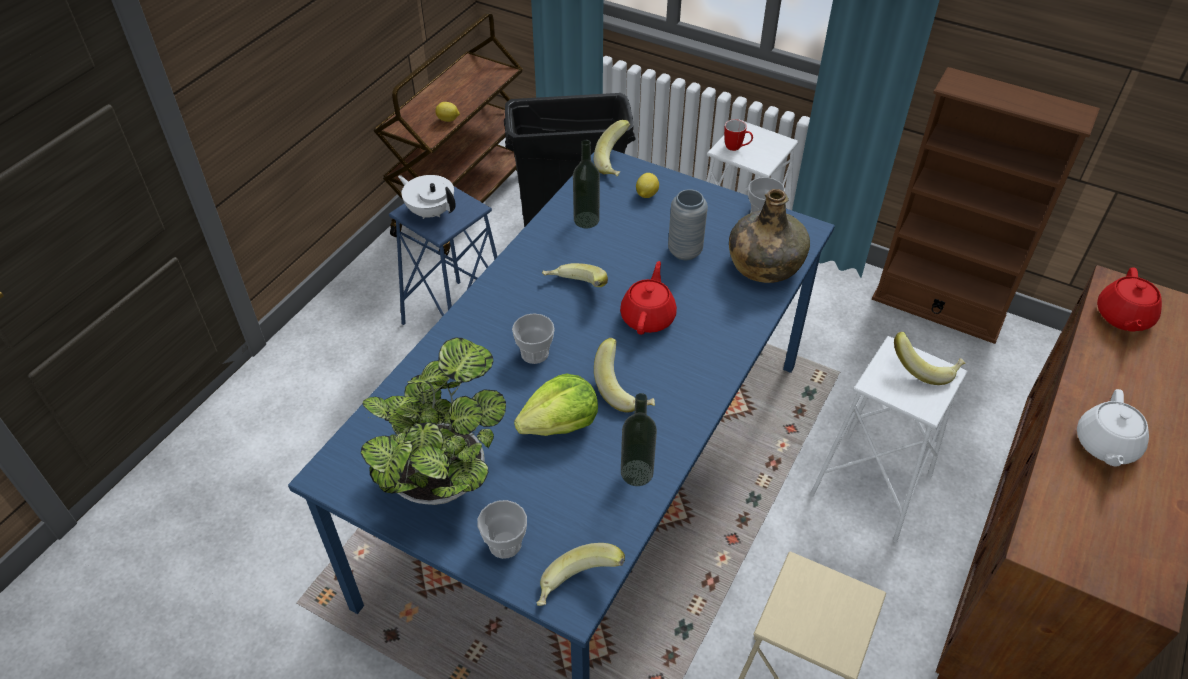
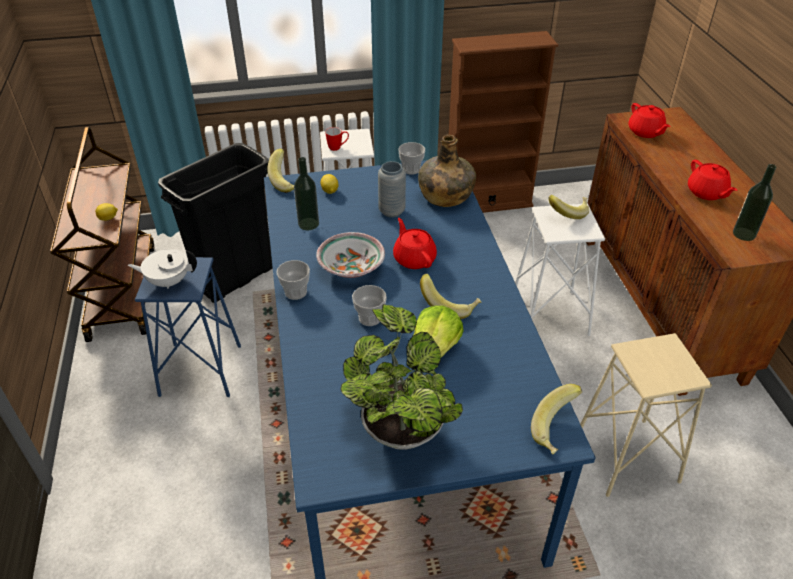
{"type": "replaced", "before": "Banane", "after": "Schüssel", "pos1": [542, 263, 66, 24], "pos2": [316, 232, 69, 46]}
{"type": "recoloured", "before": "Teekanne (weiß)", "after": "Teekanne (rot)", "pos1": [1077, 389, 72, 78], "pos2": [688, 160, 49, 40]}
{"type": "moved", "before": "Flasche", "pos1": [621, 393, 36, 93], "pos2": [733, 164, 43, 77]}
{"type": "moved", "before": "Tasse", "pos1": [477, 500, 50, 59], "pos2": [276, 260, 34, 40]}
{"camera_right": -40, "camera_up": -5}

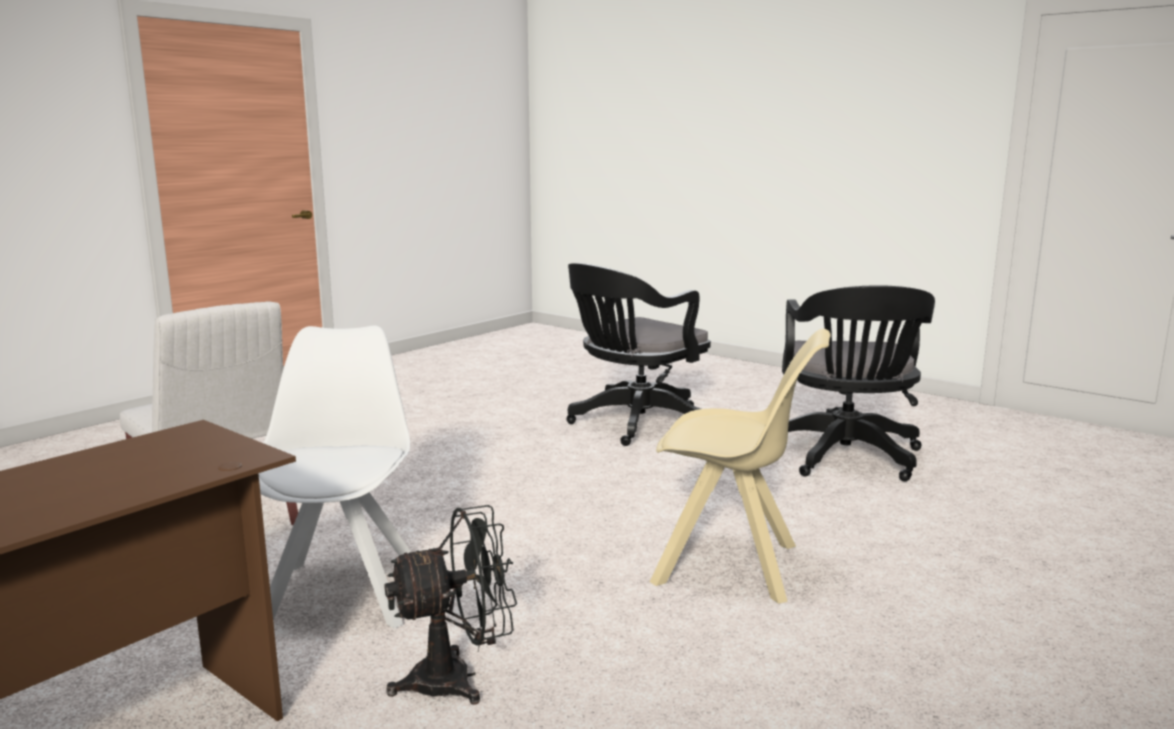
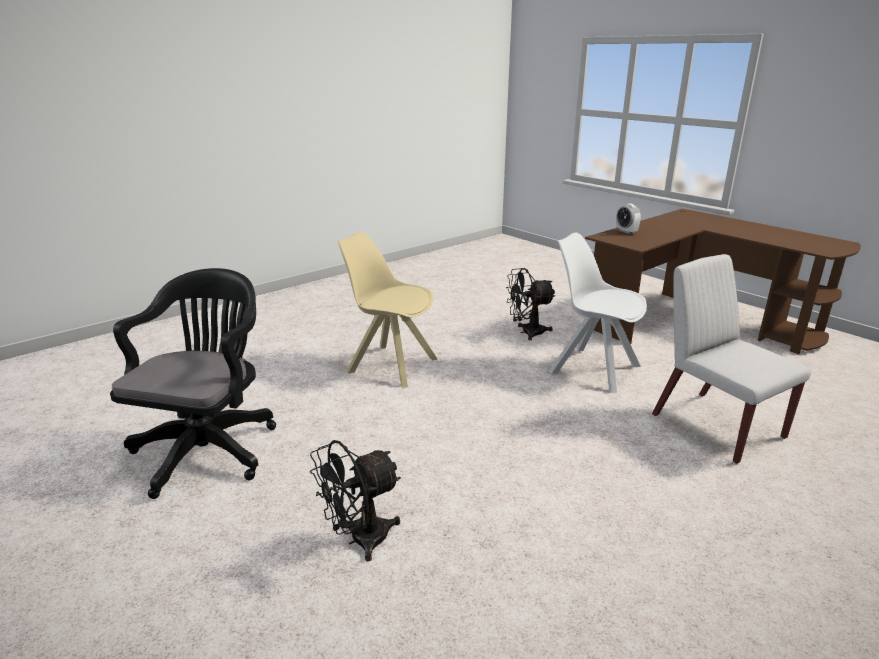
{"type": "replaced", "before": "Bürostuhl (schwarz)", "after": "Ventilator (schwarz)", "pos1": [566, 263, 145, 183], "pos2": [310, 440, 91, 121]}
{"type": "turned", "before": "Stuhl (weiß)", "pos1": [258, 326, 153, 303], "pos2": [549, 233, 98, 160], "turn": 120}
{"type": "added", "after": "Wecker", "pos2": [616, 203, 25, 31]}
{"camera_right": -170, "camera_up": 10}

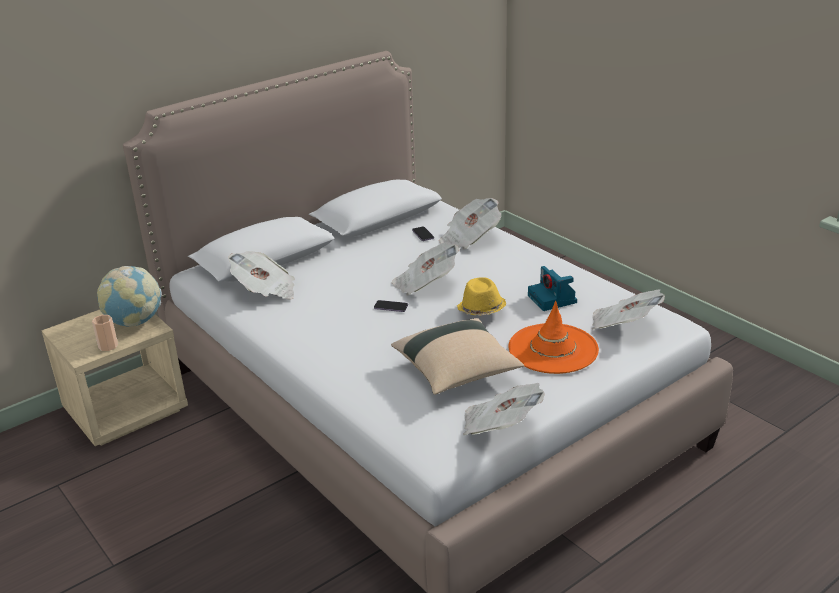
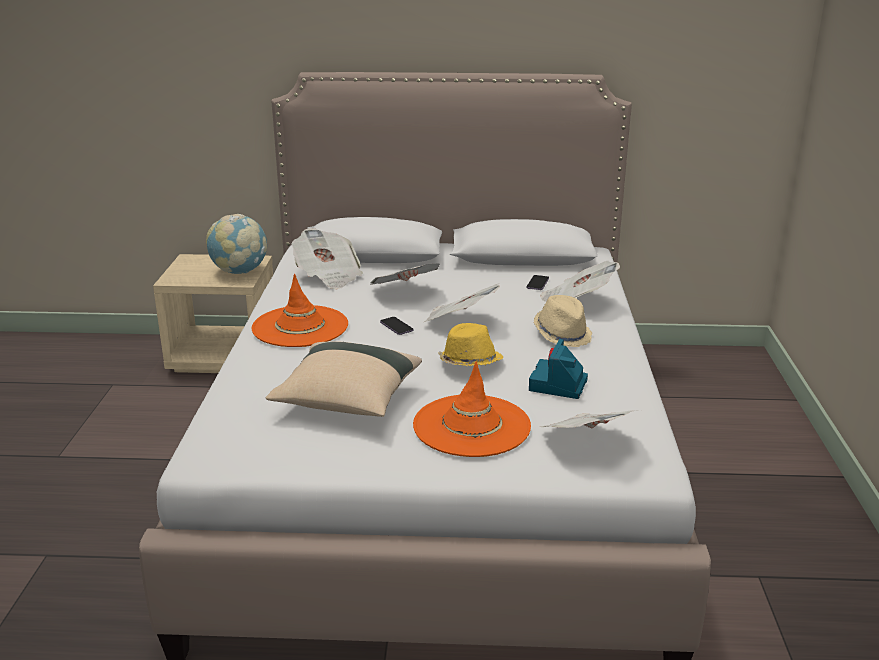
{"type": "removed", "before": "Tasse", "pos1": [92, 315, 26, 36]}
{"type": "moved", "before": "Zeitung", "pos1": [463, 383, 82, 52], "pos2": [370, 264, 70, 21]}
{"type": "added", "after": "Hut (orange)", "pos2": [251, 274, 97, 73]}
{"type": "added", "after": "Hut (beige)", "pos2": [534, 295, 59, 52]}
{"camera_right": 40, "camera_up": -5}

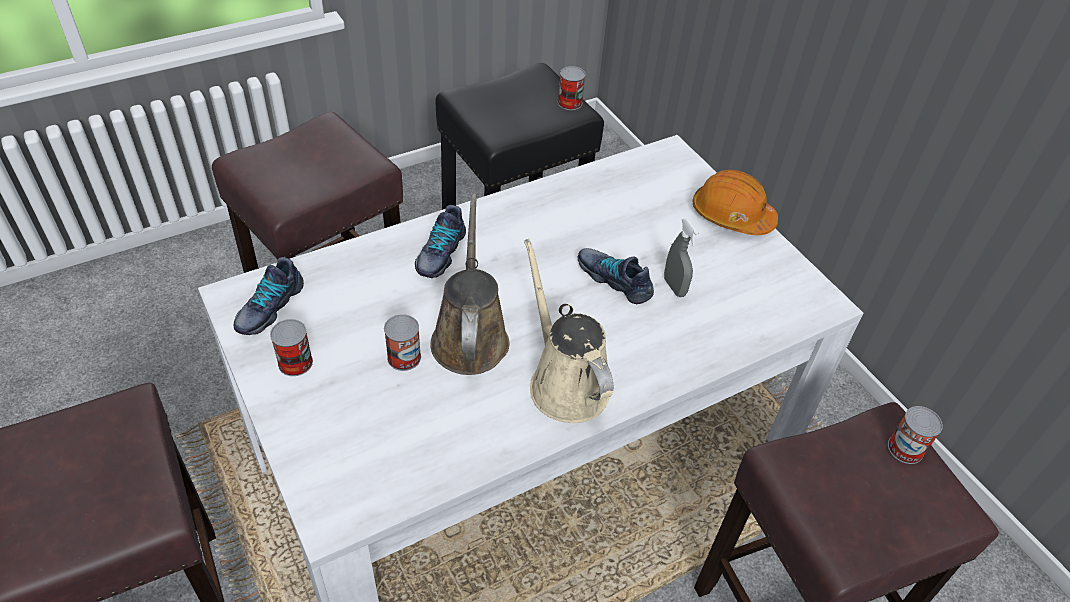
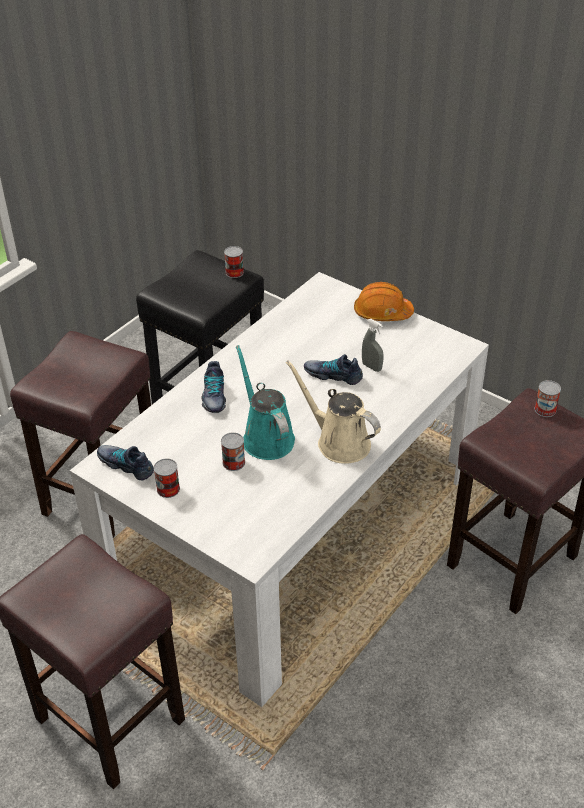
{"type": "recoloured", "before": "Gießkanne (braun)", "after": "Gießkanne (türkis)", "pos1": [430, 194, 80, 181], "pos2": [236, 345, 59, 115]}
{"type": "turned", "before": "Schuh", "pos1": [234, 257, 70, 78], "pos2": [97, 445, 57, 36], "turn": 120}
{"camera_right": -20, "camera_up": -5}

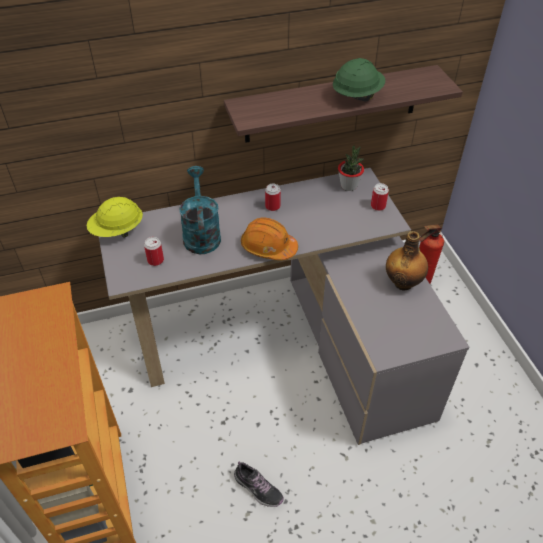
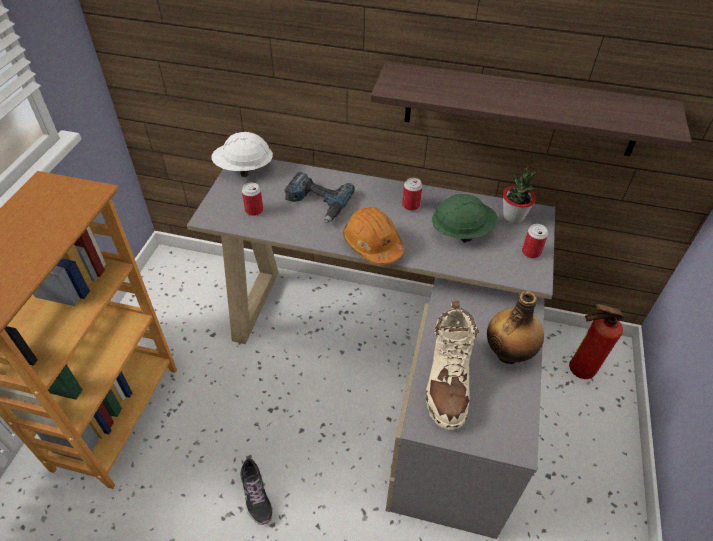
{"type": "moved", "before": "Schutzhelm (grün)", "pos1": [333, 58, 52, 43], "pos2": [432, 194, 66, 49]}
{"type": "replaced", "before": "Gießkanne (türkis)", "after": "Bohrmaschine", "pos1": [180, 166, 41, 88], "pos2": [285, 172, 70, 51]}
{"type": "recoloured", "before": "Schutzhelm (gelb)", "after": "Schutzhelm (weiß)", "pos1": [87, 197, 56, 41], "pos2": [211, 132, 62, 45]}
{"type": "added", "after": "Stiefel (beige)", "pos2": [425, 301, 54, 129]}
{"camera_right": 30, "camera_up": 0}

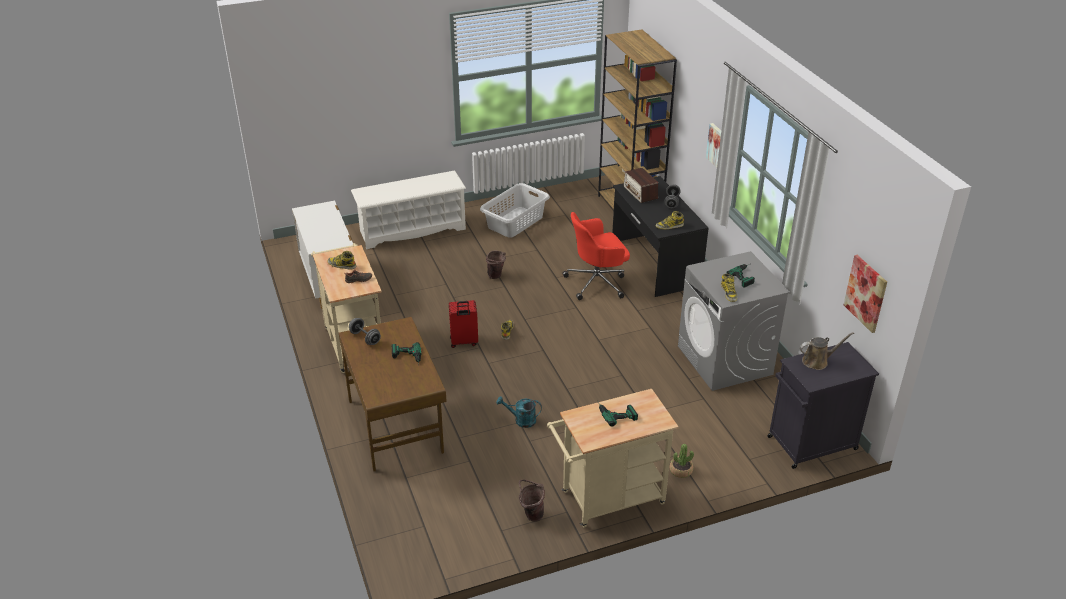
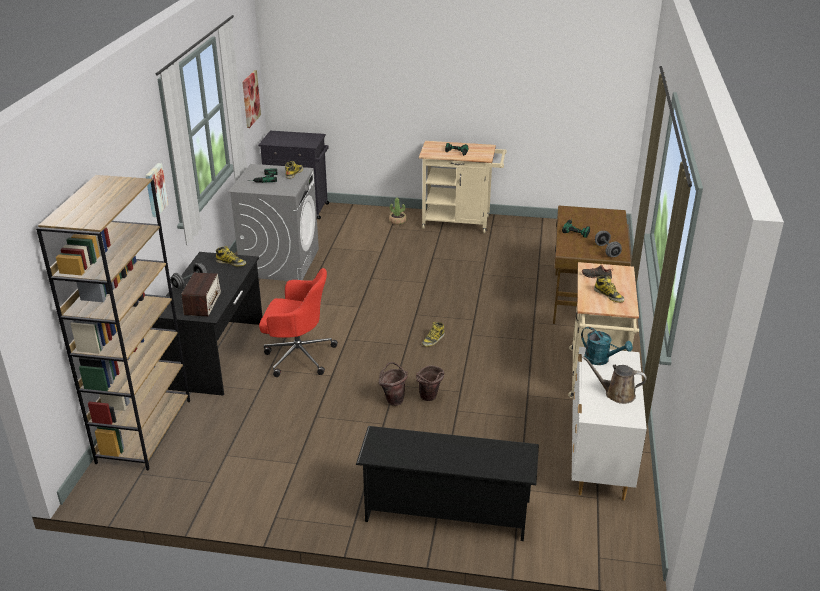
{"type": "recoloured", "before": "Schuhregal (weiß)", "after": "Schuhregal (schwarz)", "pos1": [351, 171, 115, 78], "pos2": [356, 426, 183, 115]}
{"type": "removed", "before": "Wäschekorb (grau)", "pos1": [480, 183, 70, 55]}
{"type": "removed", "before": "Koffer (rot)", "pos1": [449, 300, 29, 48]}
{"type": "moved", "before": "Gießkanne (braun)", "pos1": [800, 332, 54, 38], "pos2": [583, 356, 64, 48]}
{"type": "moved", "before": "Gießkanne (türkis)", "pos1": [496, 396, 46, 32], "pos2": [581, 327, 52, 38]}
{"type": "moved", "before": "Eimer (braun)", "pos1": [519, 479, 26, 43], "pos2": [416, 365, 28, 36]}
{"camera_right": -150, "camera_up": -5}

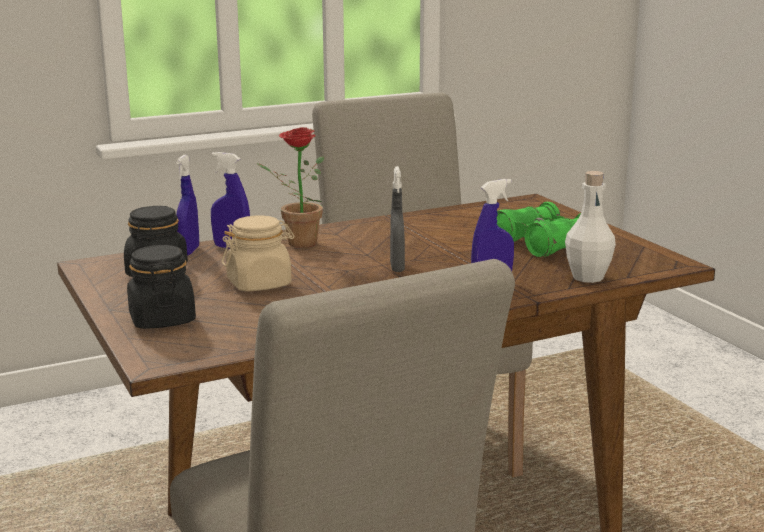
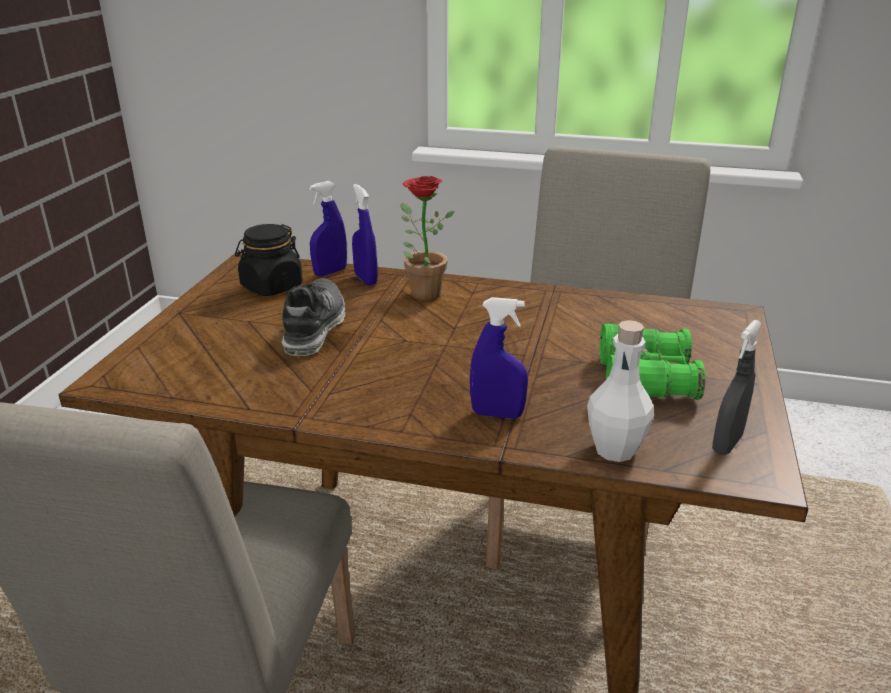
{"type": "moved", "before": "Sprühflasche (grau)", "pos1": [390, 166, 15, 106], "pos2": [712, 320, 50, 135]}
{"type": "replaced", "before": "Vorratsglas (beige)", "after": "Schuh", "pos1": [222, 215, 72, 76], "pos2": [282, 278, 63, 78]}
{"type": "removed", "before": "Vorratsglas (schwarz)", "pos1": [127, 245, 69, 84]}
{"camera_right": 40, "camera_up": 10}

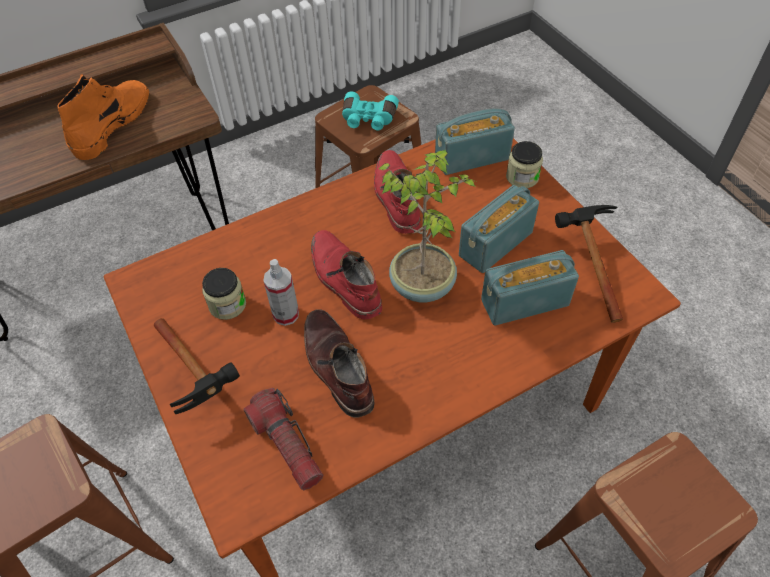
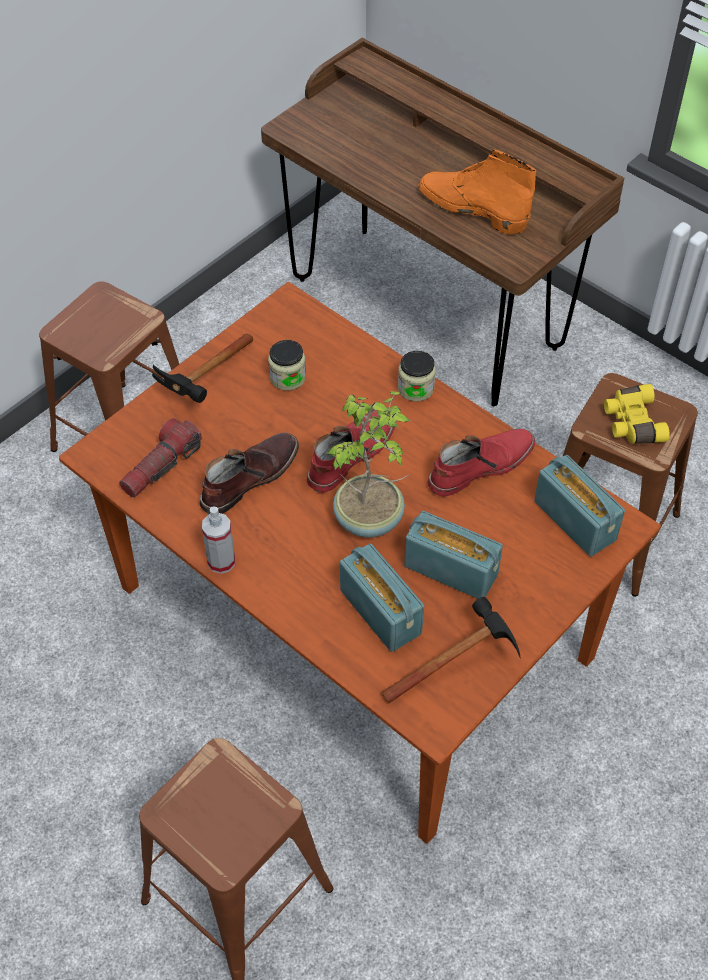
{"type": "turned", "before": "Stiefel (orange)", "pos1": [57, 74, 92, 86], "pos2": [419, 150, 117, 84], "turn": -150}
{"type": "recoloured", "before": "Fernglas (türkis)", "after": "Fernglas (gelb)", "pos1": [342, 91, 57, 39], "pos2": [604, 384, 66, 60]}
{"type": "moved", "before": "Vorratsglas", "pos1": [506, 141, 37, 47], "pos2": [398, 351, 38, 51]}
{"type": "moved", "before": "Sprühflasche", "pos1": [263, 259, 36, 67], "pos2": [202, 506, 33, 68]}
{"camera_right": 70, "camera_up": 0}

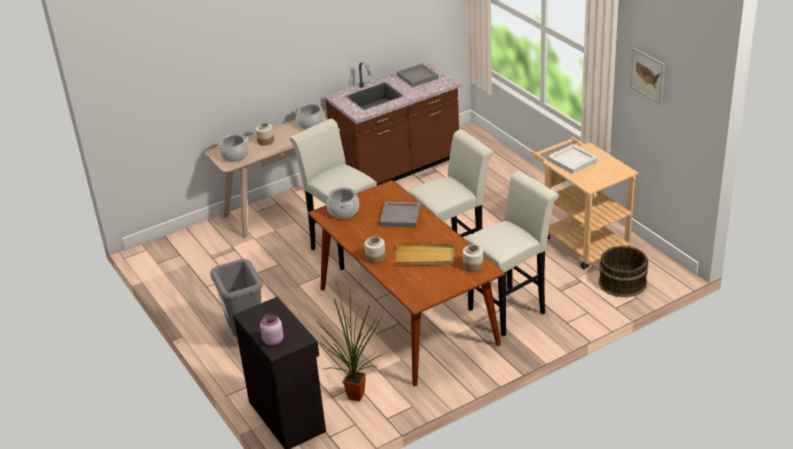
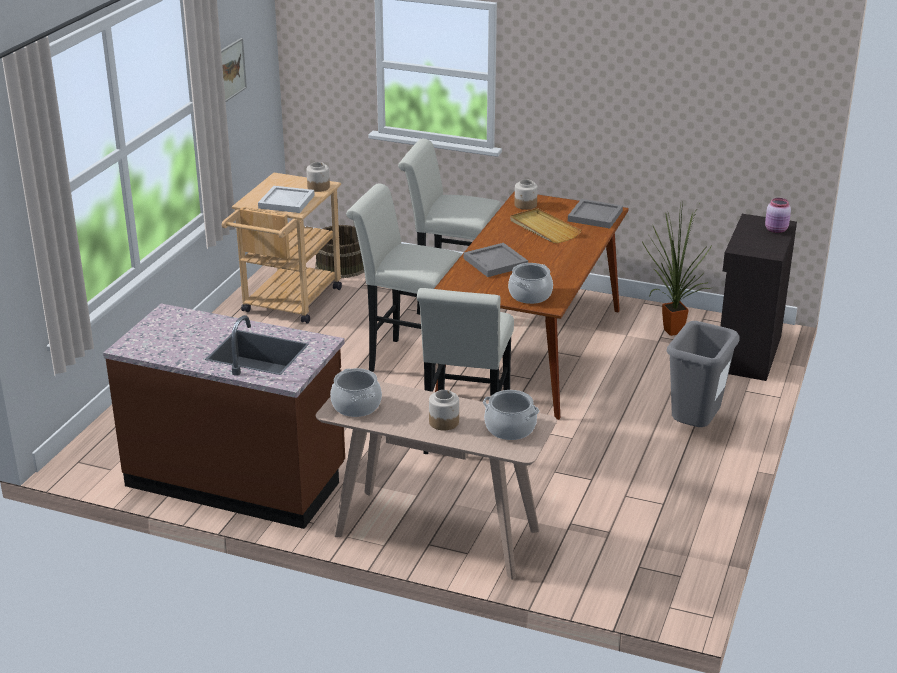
{"type": "moved", "before": "Tablett (grau)", "pos1": [397, 63, 42, 24], "pos2": [568, 199, 55, 29]}
{"type": "moved", "before": "Vorratsglas", "pos1": [364, 237, 22, 27], "pos2": [306, 162, 24, 30]}
{"camera_right": -130, "camera_up": -5}

